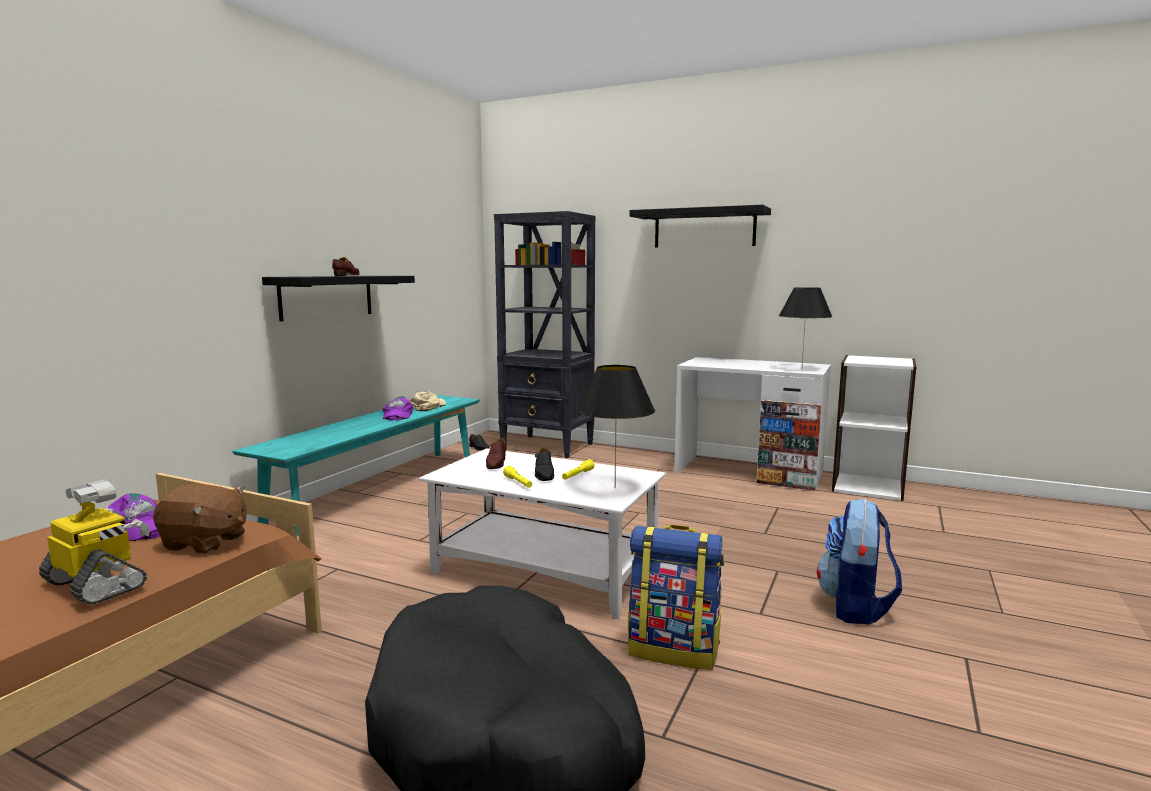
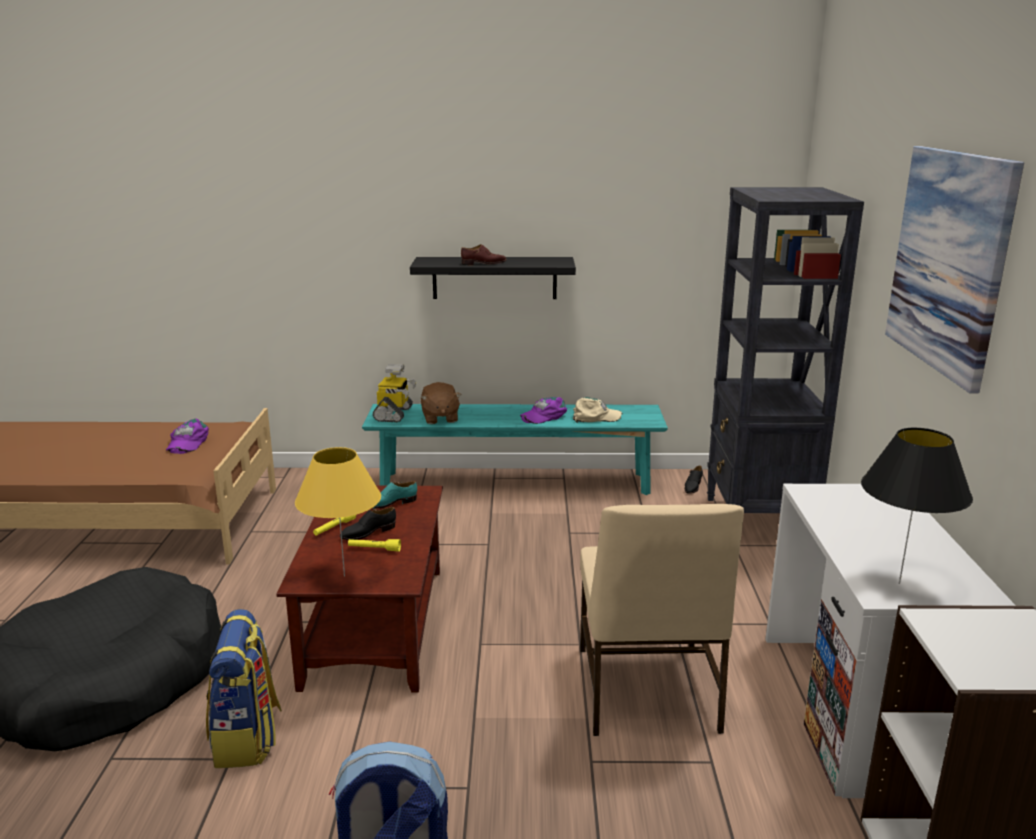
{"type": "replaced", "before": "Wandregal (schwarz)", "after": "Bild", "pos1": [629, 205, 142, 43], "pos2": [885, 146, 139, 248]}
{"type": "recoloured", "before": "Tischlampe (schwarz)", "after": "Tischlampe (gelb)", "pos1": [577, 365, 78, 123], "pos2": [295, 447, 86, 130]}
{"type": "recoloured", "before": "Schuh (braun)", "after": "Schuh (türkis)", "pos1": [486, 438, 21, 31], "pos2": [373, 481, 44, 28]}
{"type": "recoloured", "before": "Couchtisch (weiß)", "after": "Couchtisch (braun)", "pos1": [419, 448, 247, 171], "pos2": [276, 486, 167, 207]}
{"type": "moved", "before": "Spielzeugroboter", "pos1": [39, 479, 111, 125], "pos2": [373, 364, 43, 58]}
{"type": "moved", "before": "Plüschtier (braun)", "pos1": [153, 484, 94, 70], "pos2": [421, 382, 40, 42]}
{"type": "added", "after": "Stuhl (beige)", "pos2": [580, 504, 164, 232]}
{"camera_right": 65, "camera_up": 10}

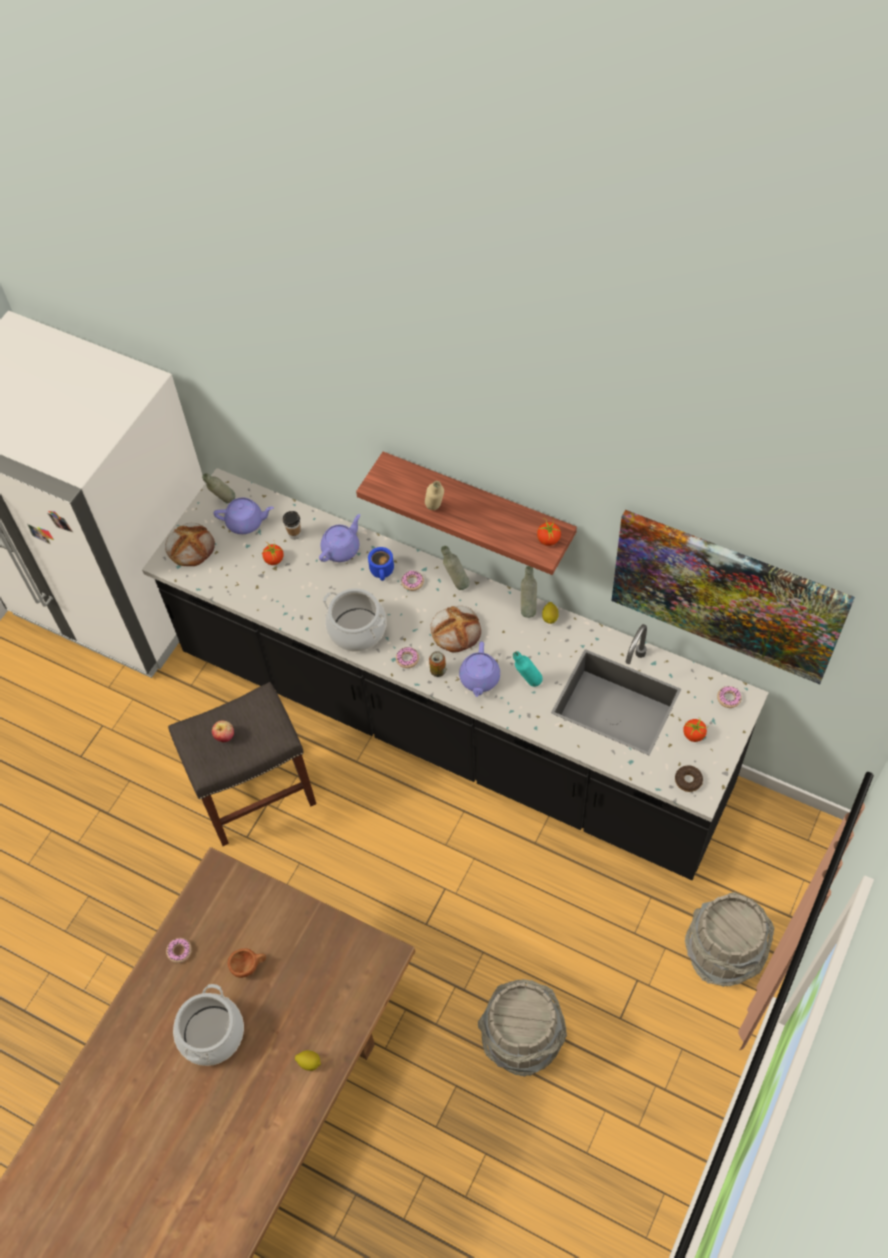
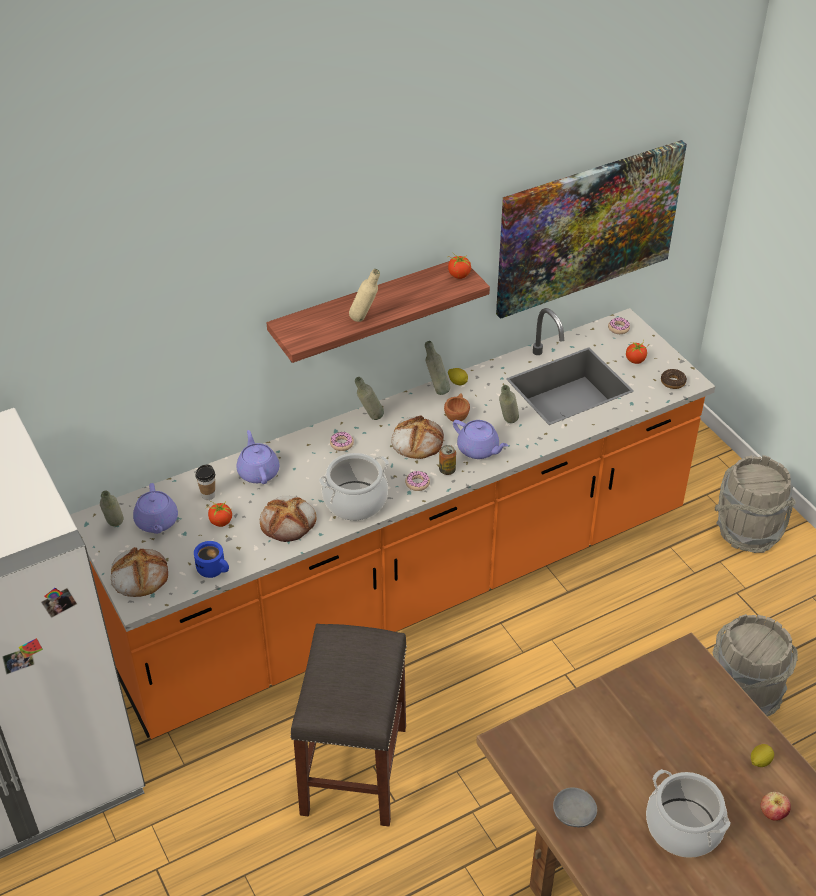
{"type": "recoloured", "before": "Küchenzeile (schwarz)", "after": "Küchenzeile (orange)", "pos1": [142, 468, 627, 412], "pos2": [70, 308, 645, 431]}
{"type": "turned", "before": "Teekanne (lila)", "pos1": [213, 497, 61, 37], "pos2": [133, 483, 45, 51], "turn": 135}
{"type": "moved", "before": "Henkelbecher (blau)", "pos1": [368, 547, 26, 34], "pos2": [194, 541, 35, 37]}
{"type": "recoloured", "before": "Flasche (türkis)", "after": "Flasche (grau)", "pos1": [513, 651, 30, 36], "pos2": [499, 385, 20, 38]}
{"type": "moved", "before": "Apfel", "pos1": [212, 720, 22, 22], "pos2": [760, 792, 31, 29]}
{"type": "replaced", "before": "Donut", "after": "Schüssel (grau)", "pos1": [166, 938, 26, 25], "pos2": [553, 787, 44, 40]}
{"type": "moved", "before": "Tasse (braun)", "pos1": [228, 948, 38, 30], "pos2": [444, 393, 26, 28]}
{"type": "added", "after": "Brot", "pos2": [260, 496, 56, 46]}
{"camera_right": -60, "camera_up": -15}

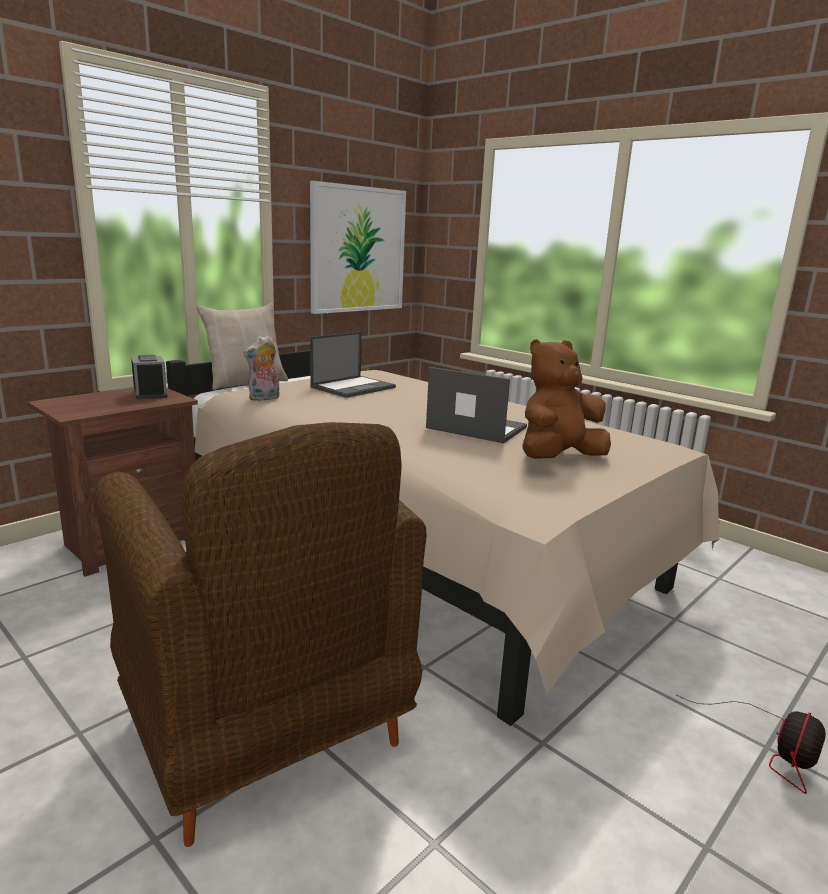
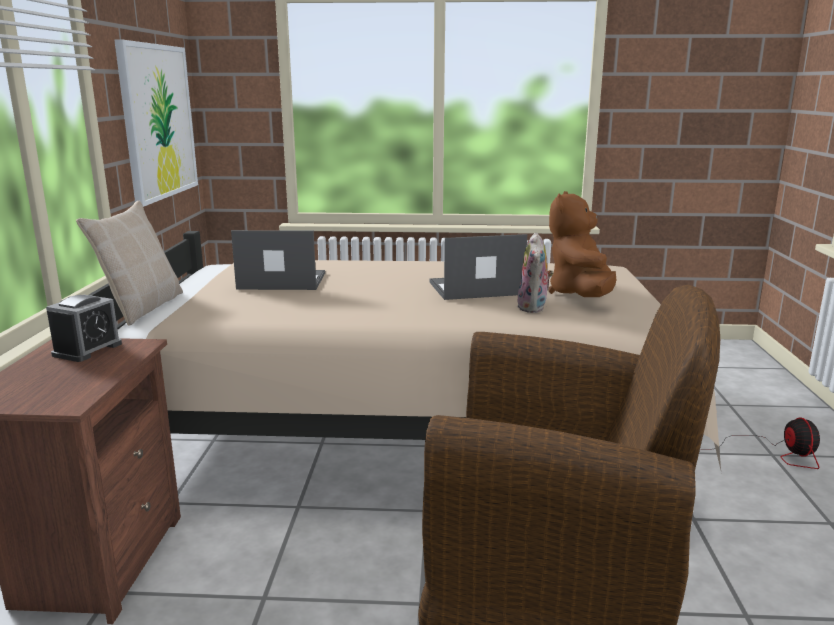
{"type": "turned", "before": "Laptop", "pos1": [310, 332, 86, 66], "pos2": [231, 230, 94, 60], "turn": -90}
{"type": "moved", "before": "Plüschtier", "pos1": [243, 335, 36, 66], "pos2": [517, 232, 36, 81]}
{"type": "turned", "before": "Wecker", "pos1": [131, 355, 36, 45], "pos2": [46, 295, 76, 67], "turn": 90}
{"camera_right": -40, "camera_up": 0}

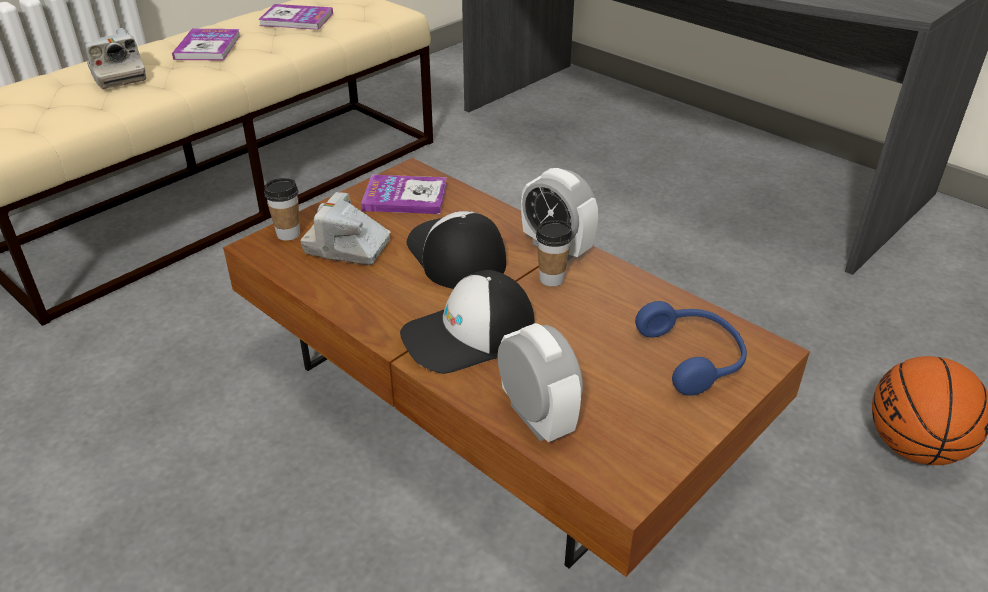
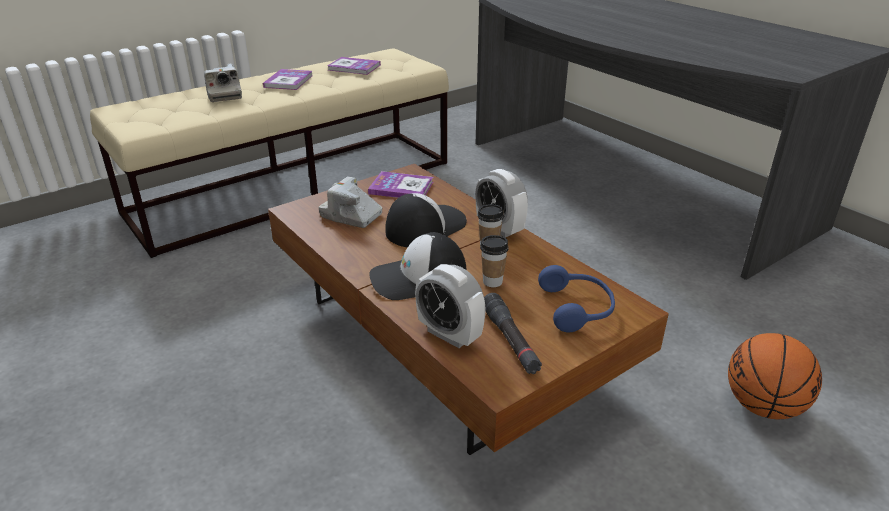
{"type": "moved", "before": "Tasse", "pos1": [264, 178, 36, 63], "pos2": [480, 235, 29, 52]}
{"type": "turned", "before": "Kappe", "pos1": [407, 211, 99, 78], "pos2": [386, 193, 81, 54], "turn": 60}
{"type": "turned", "before": "Wecker", "pos1": [498, 323, 85, 119], "pos2": [415, 264, 71, 84], "turn": 150}
{"type": "added", "after": "Taschenlampe (schwarz)", "pos2": [484, 293, 58, 81]}
{"camera_right": 10, "camera_up": -5}

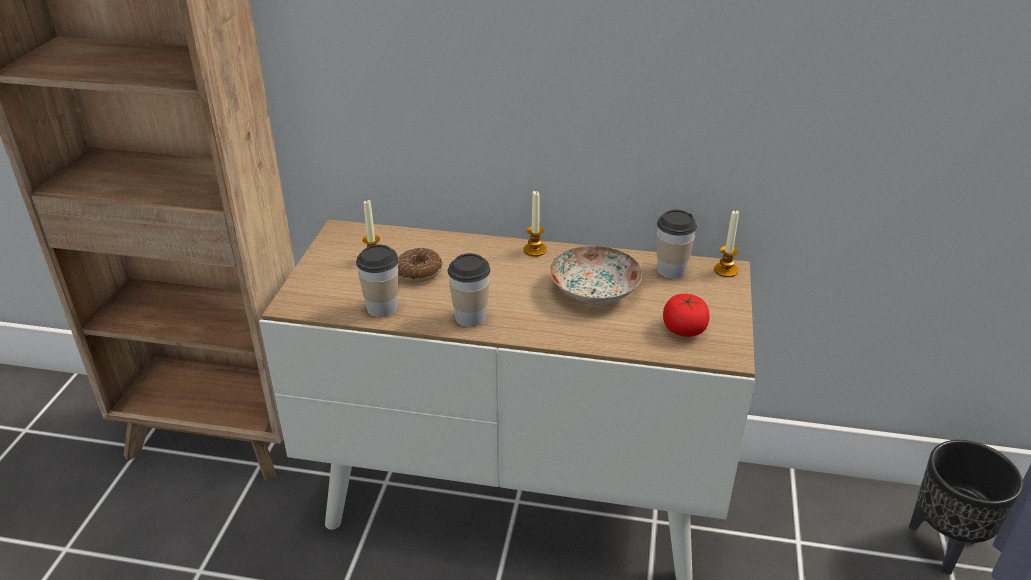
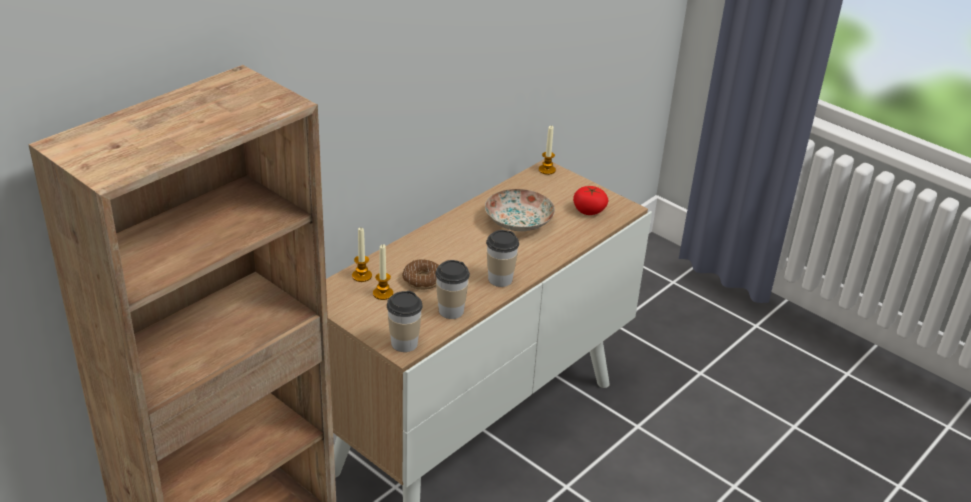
{"type": "moved", "before": "Kerze", "pos1": [524, 191, 23, 66], "pos2": [352, 228, 20, 54]}
{"type": "moved", "before": "Tasse", "pos1": [657, 210, 40, 69], "pos2": [387, 291, 36, 61]}
{"type": "removed", "before": "Pflanzkübel (schwarz)", "pos1": [909, 440, 114, 135]}
{"camera_right": -60, "camera_up": 0}

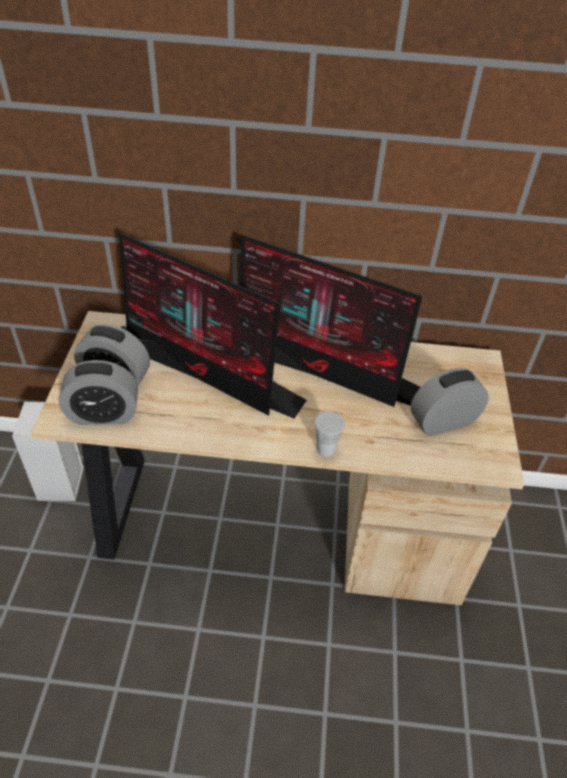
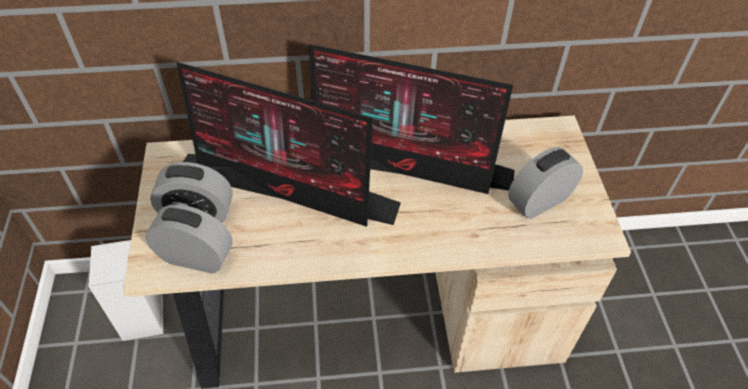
{"type": "turned", "before": "Wecker", "pos1": [59, 360, 79, 65], "pos2": [146, 204, 87, 70], "turn": -150}
{"type": "removed", "before": "Tasse (weiß)", "pos1": [314, 411, 31, 46]}
{"camera_right": -10, "camera_up": 5}

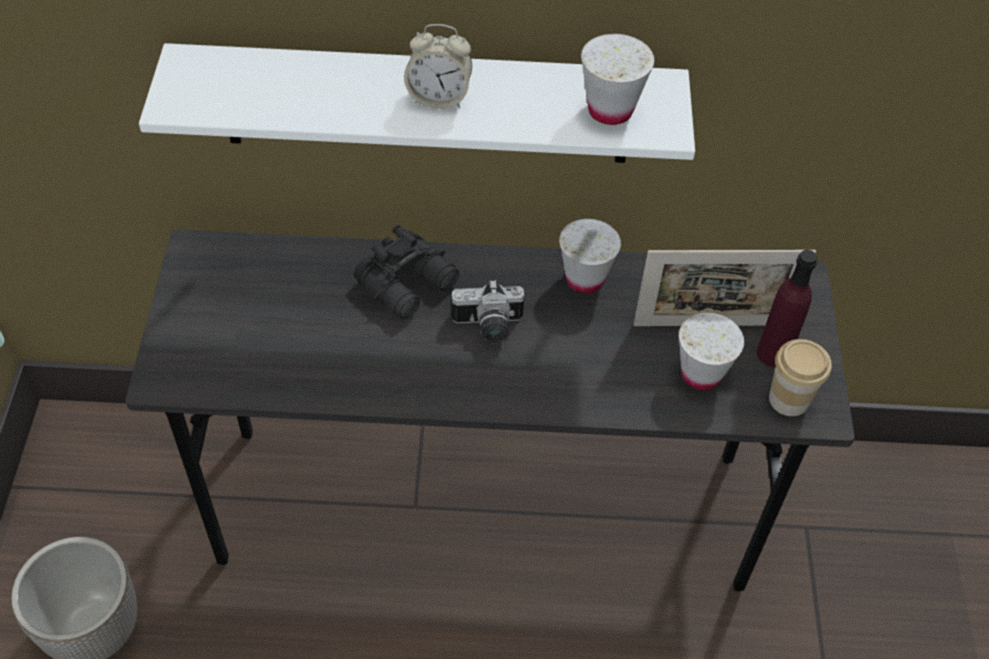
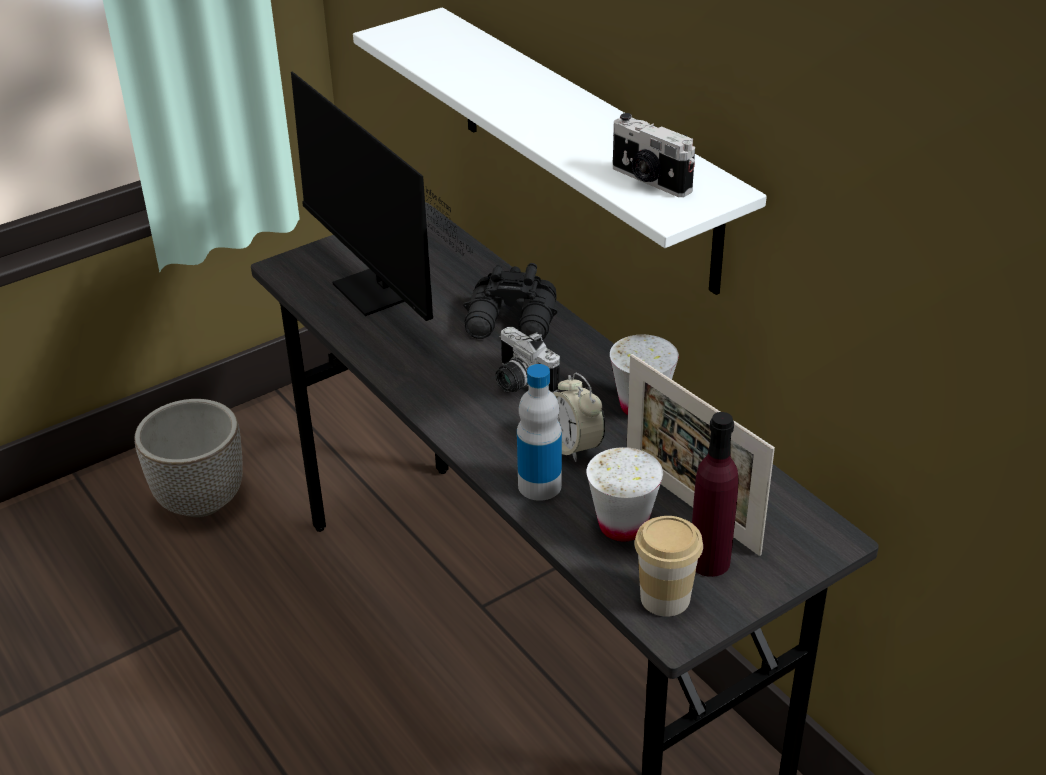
{"type": "moved", "before": "Wecker", "pos1": [404, 24, 68, 85], "pos2": [553, 373, 52, 89]}
{"type": "replaced", "before": "Tasse (weiß)", "after": "Kamera", "pos1": [581, 34, 73, 91], "pos2": [613, 113, 82, 84]}
{"type": "added", "after": "Monitor", "pos2": [291, 71, 182, 250]}
{"type": "added", "after": "Flasche", "pos2": [517, 364, 45, 137]}
{"camera_right": 55, "camera_up": -15}

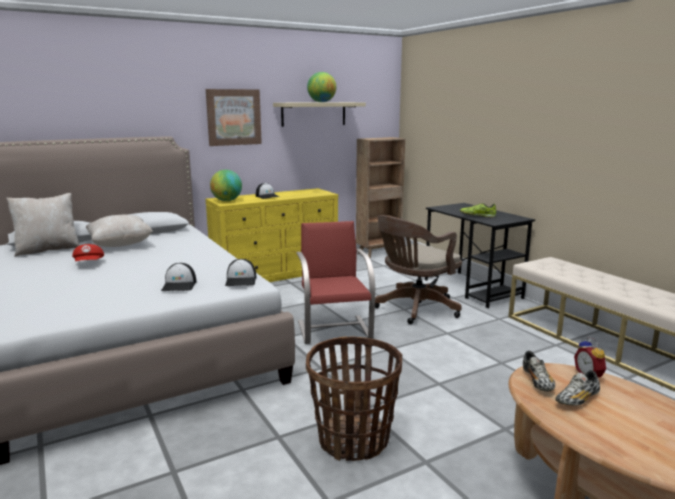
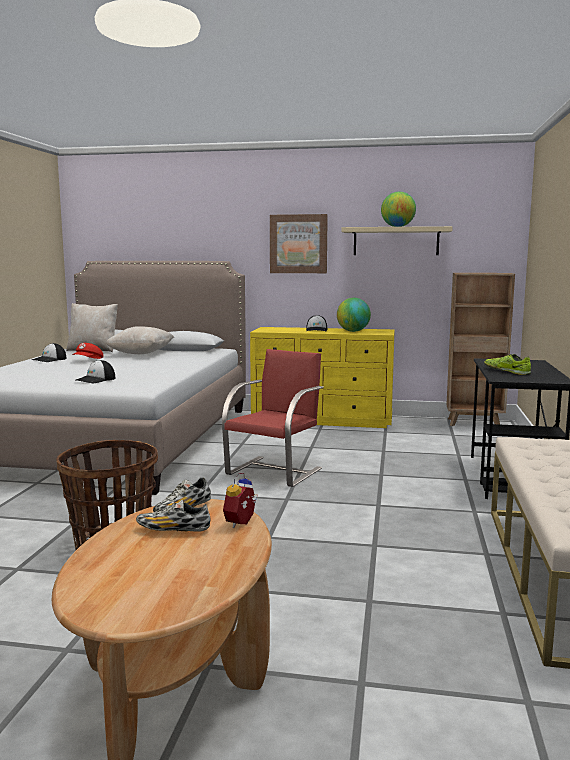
{"type": "moved", "before": "Globus", "pos1": [210, 170, 32, 31], "pos2": [337, 298, 34, 34]}
{"type": "removed", "before": "Bürostuhl (braun)", "pos1": [375, 215, 87, 109]}
{"type": "moved", "before": "Kappe", "pos1": [225, 259, 32, 27], "pos2": [32, 343, 35, 19]}
{"camera_right": 40, "camera_up": -5}

